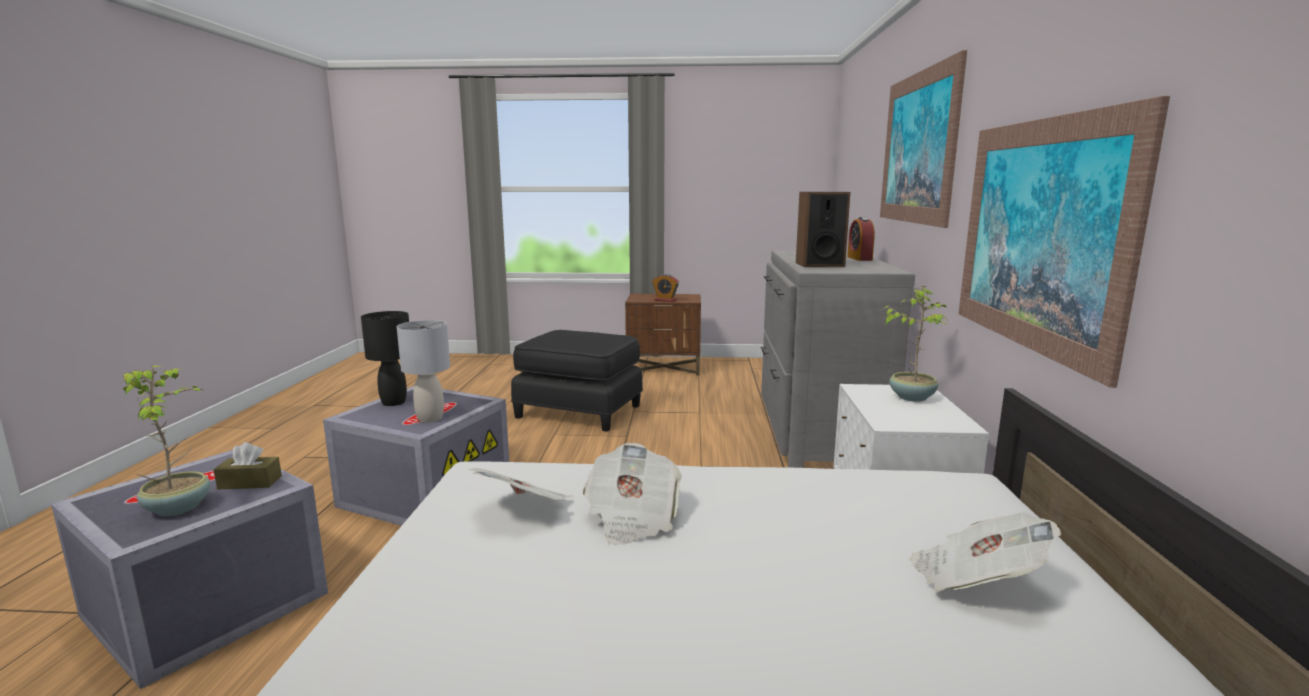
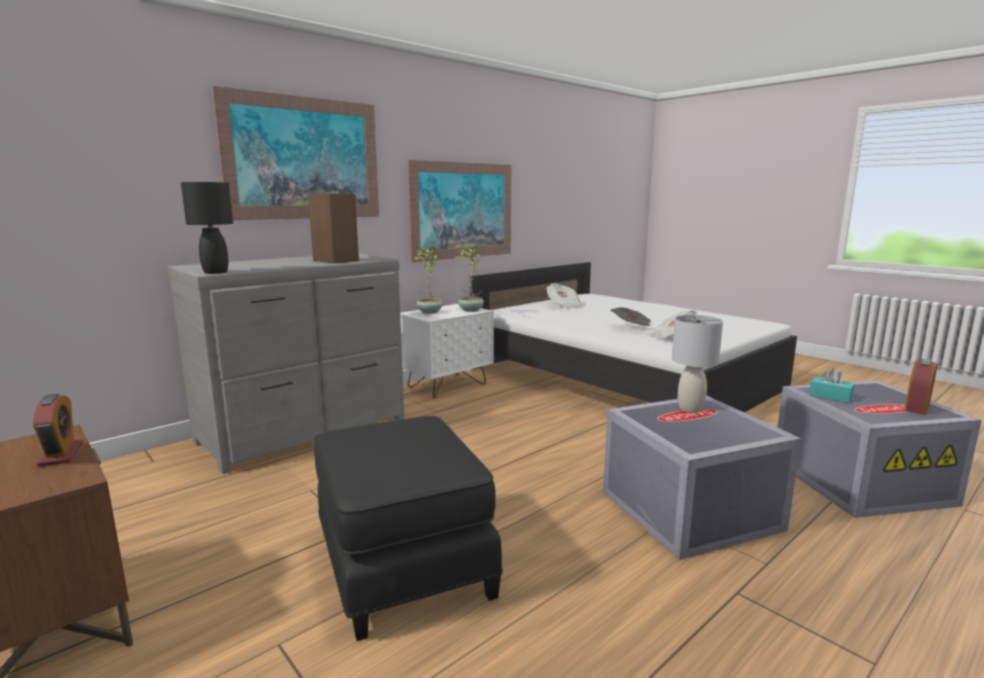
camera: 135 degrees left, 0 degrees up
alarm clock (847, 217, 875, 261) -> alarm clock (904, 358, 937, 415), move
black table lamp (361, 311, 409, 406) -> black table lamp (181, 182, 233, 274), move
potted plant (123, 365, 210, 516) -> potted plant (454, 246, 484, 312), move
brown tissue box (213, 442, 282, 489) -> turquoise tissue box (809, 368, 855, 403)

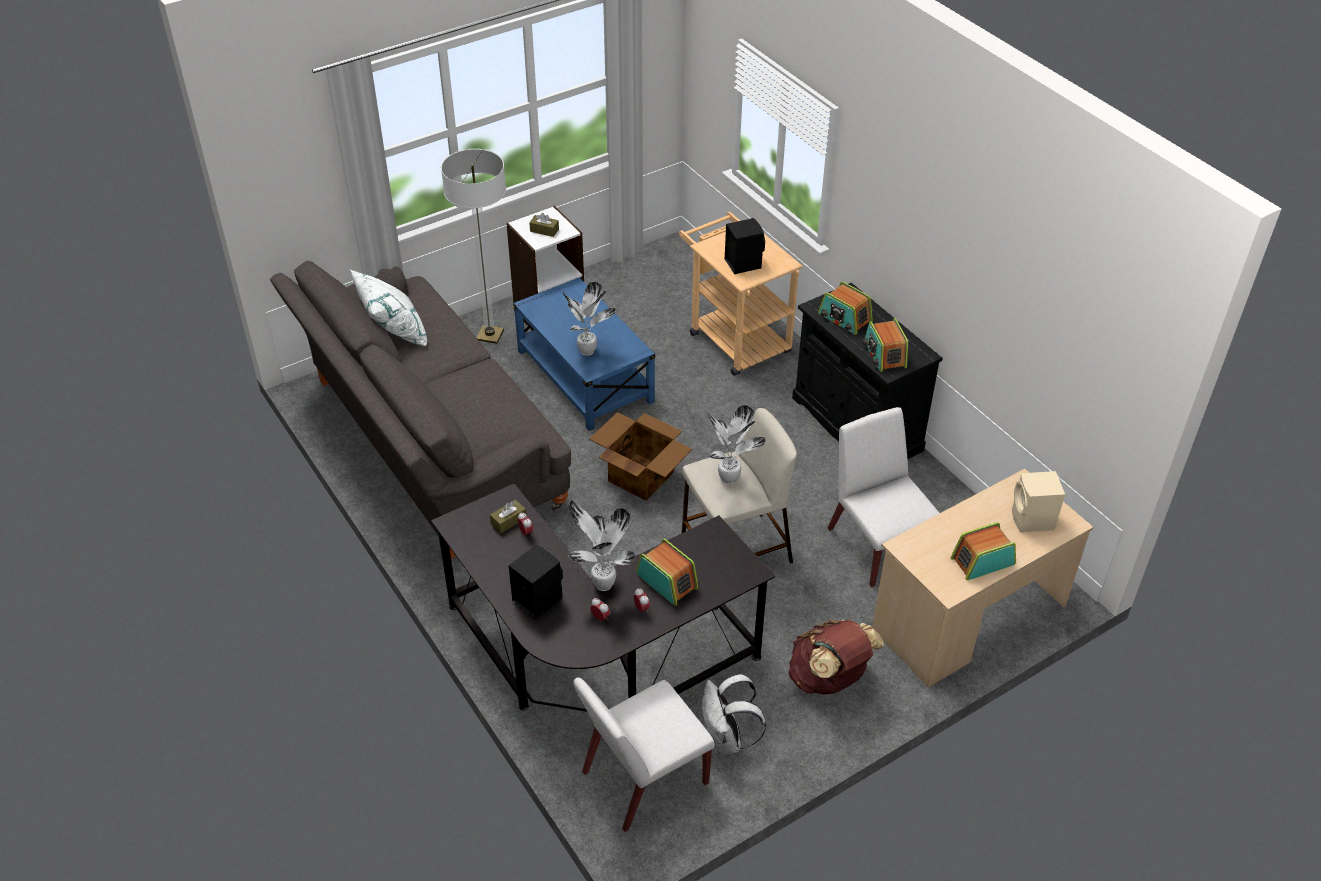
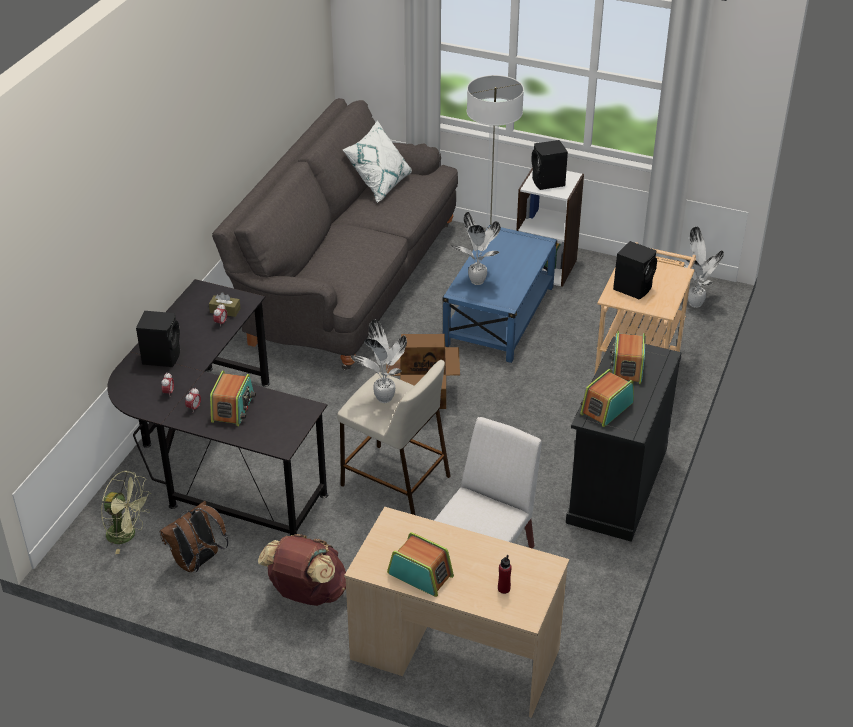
camera: 55 degrees right, 5 degrees down
brown tissue box (529, 213, 559, 237) -> black speaker (531, 140, 568, 190)
beige speaker (1012, 471, 1065, 532) -> red bottle (498, 555, 512, 594)
potted plant (568, 500, 635, 591) -> potted plant (676, 227, 724, 308), move
white backpack (702, 674, 766, 755) -> brown backpack (160, 501, 228, 572)
white chair (573, 677, 715, 832) -> green fan (101, 470, 151, 554)

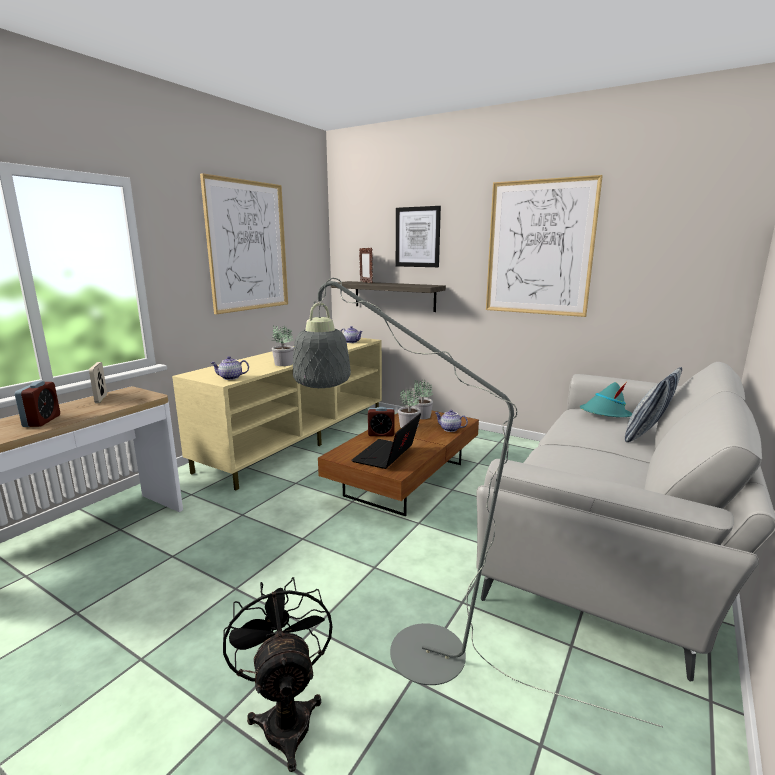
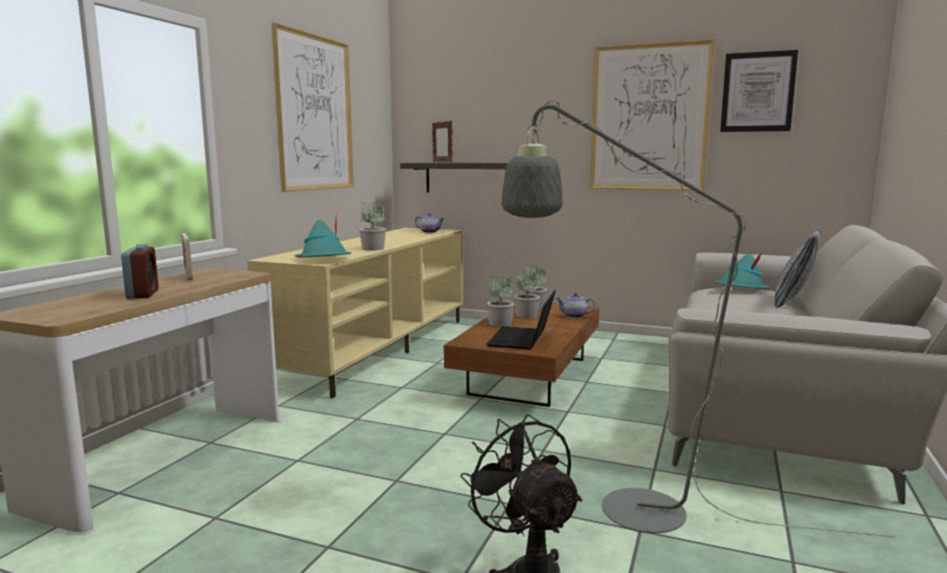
camera: 10 degrees left, 5 degrees down
picture (396, 206, 441, 267) -> picture (720, 50, 798, 132), move
teapot (210, 356, 249, 380) -> turquoise hat (294, 218, 351, 258)
alarm clock (368, 407, 395, 436) -> potted plant (487, 275, 514, 327)

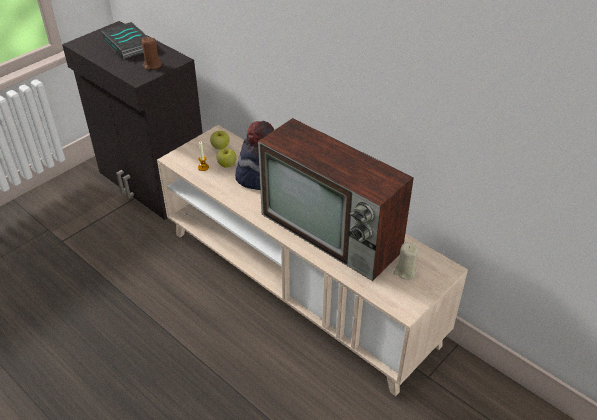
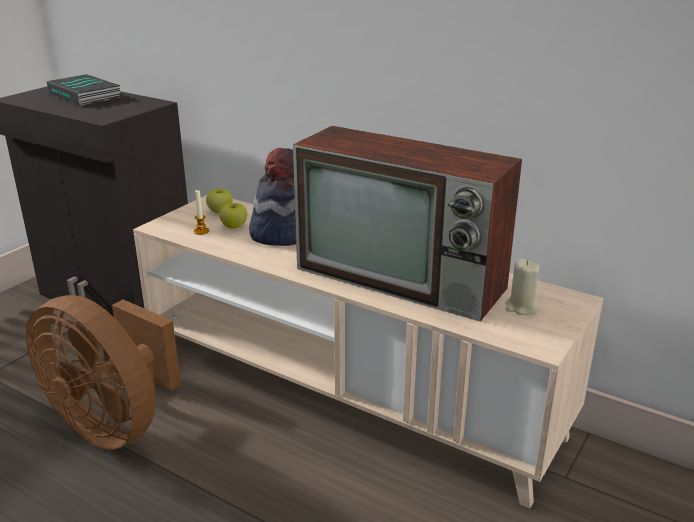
camera: 10 degrees left, 15 degrees down
brown candle (142, 37, 162, 70) -> none
none -> brown fan (26, 295, 181, 450)

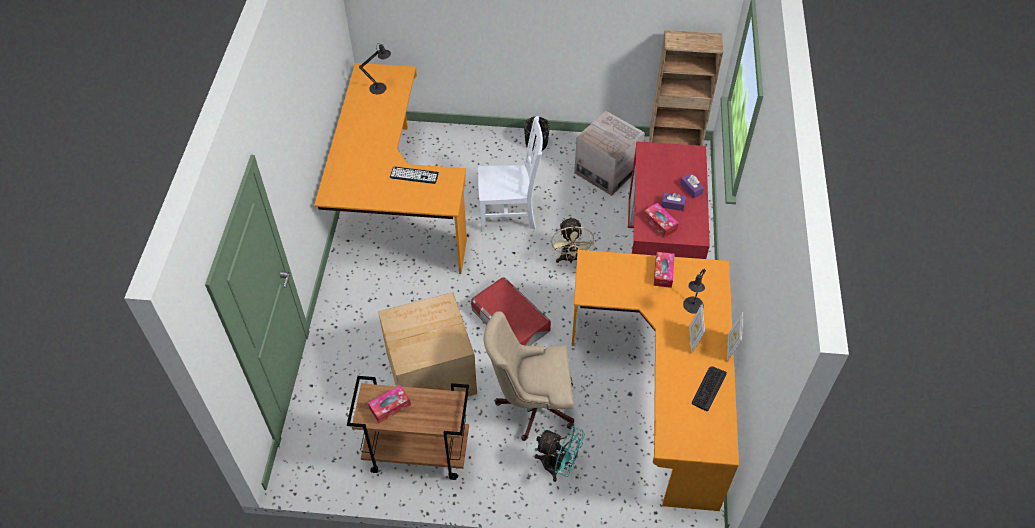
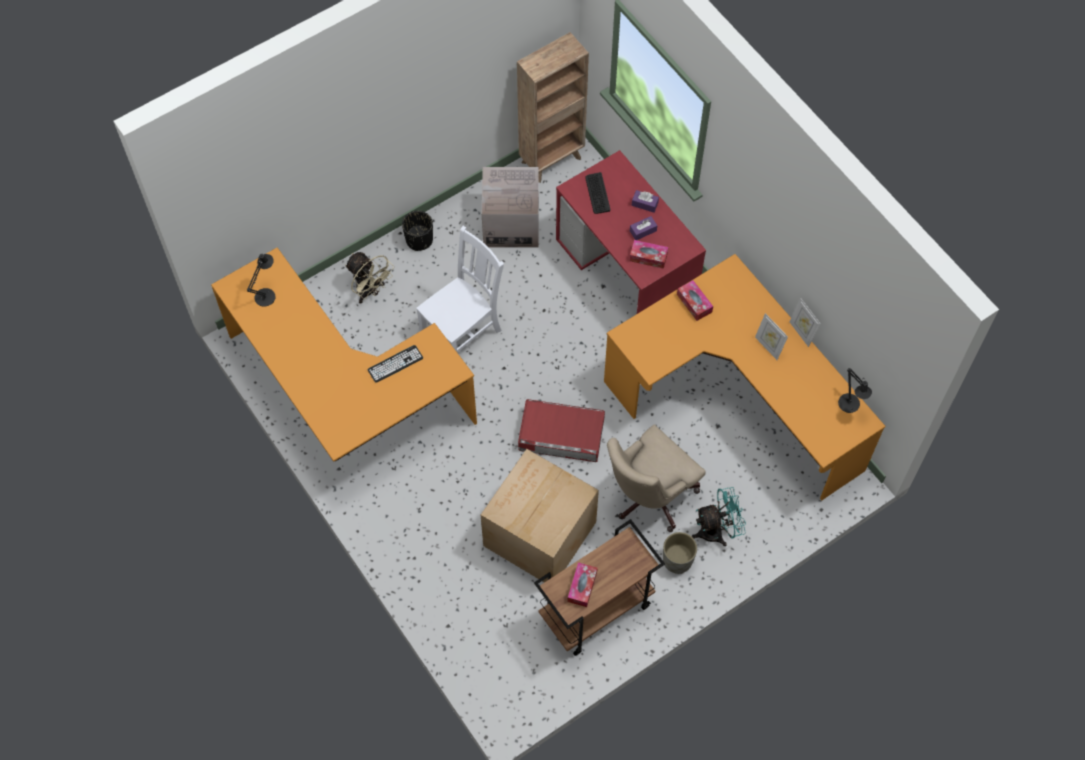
camera: 40 degrees left, 10 degrees up
beige fan (551, 216, 595, 263) -> beige fan (345, 252, 393, 304), move
black table lamp (683, 269, 706, 314) -> black table lamp (838, 368, 872, 413), move
keyboard (692, 366, 727, 411) -> keyboard (585, 172, 610, 214), move
none -> grey planter (663, 532, 697, 574)

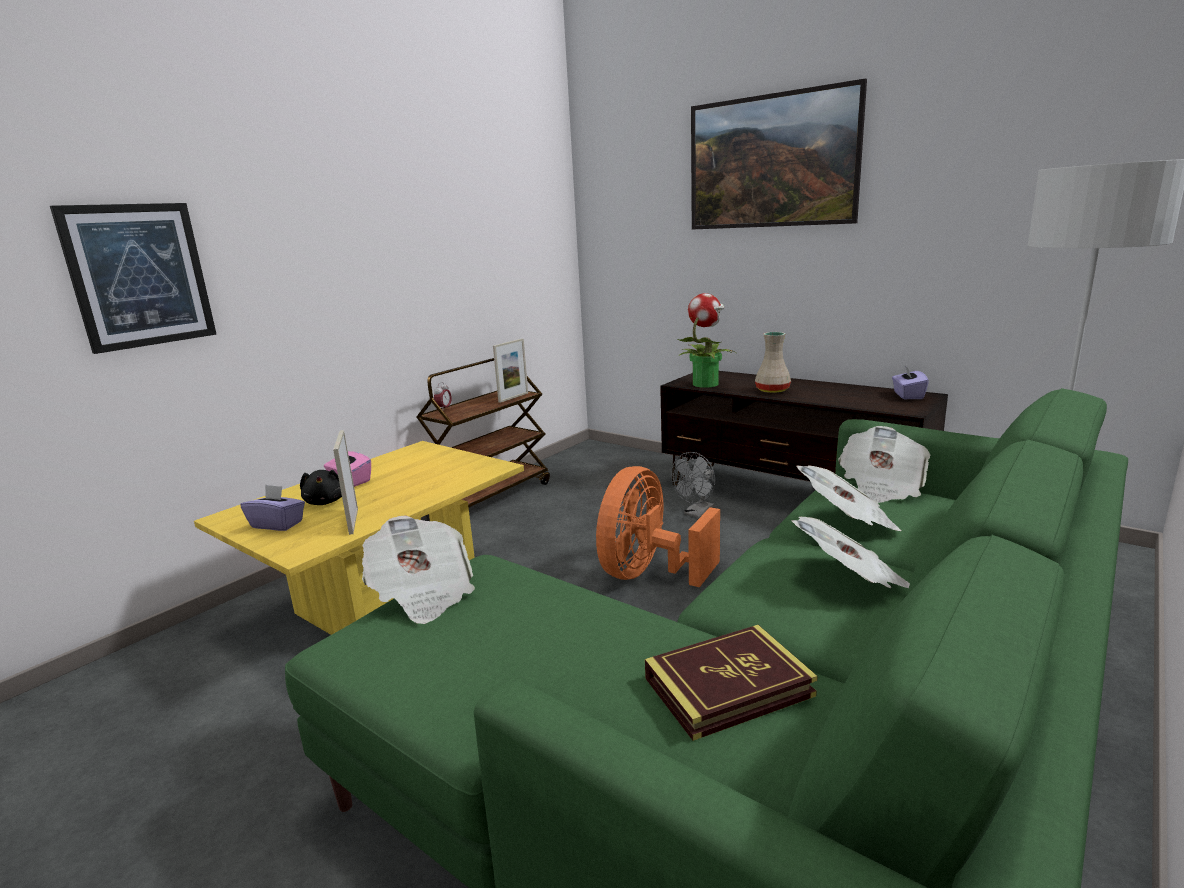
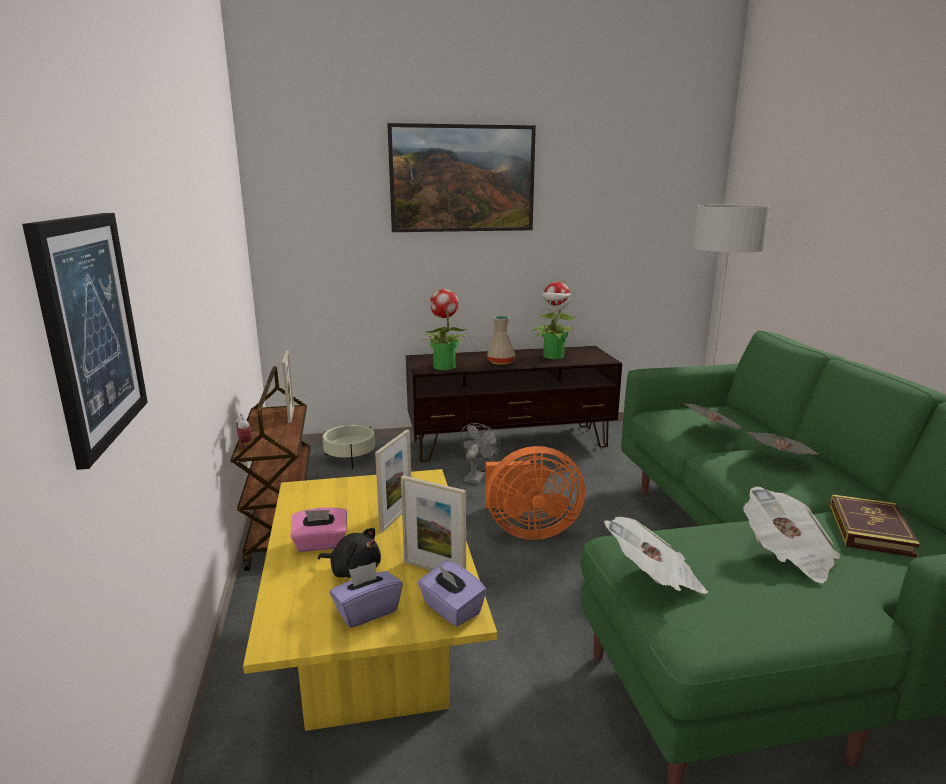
camera: 50 degrees left, 0 degrees up
purple tissue box (892, 365, 929, 399) -> purple tissue box (418, 561, 486, 627), move
newspaper (839, 426, 930, 503) -> newspaper (743, 487, 840, 583), move
grey fan (671, 452, 715, 518) -> grey fan (460, 423, 501, 484), 150 degrees counterclockwise
orange fan (596, 466, 720, 587) -> orange fan (485, 446, 585, 540), 75 degrees counterclockwise
none -> potted plant (531, 282, 577, 359)
none -> beige planter (323, 425, 375, 469)
none -> picture frame (375, 430, 411, 532)

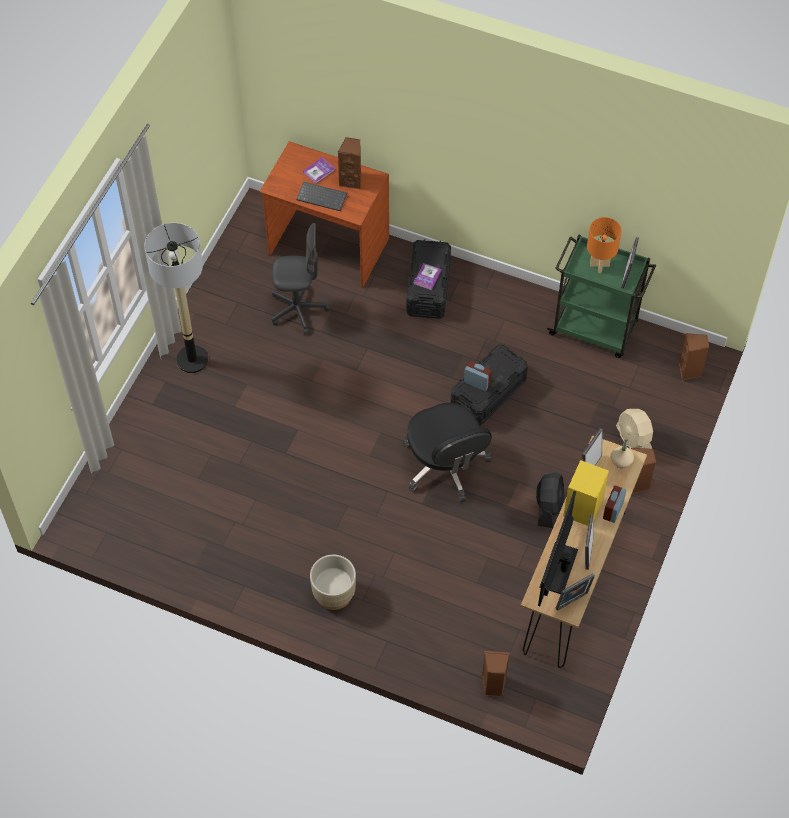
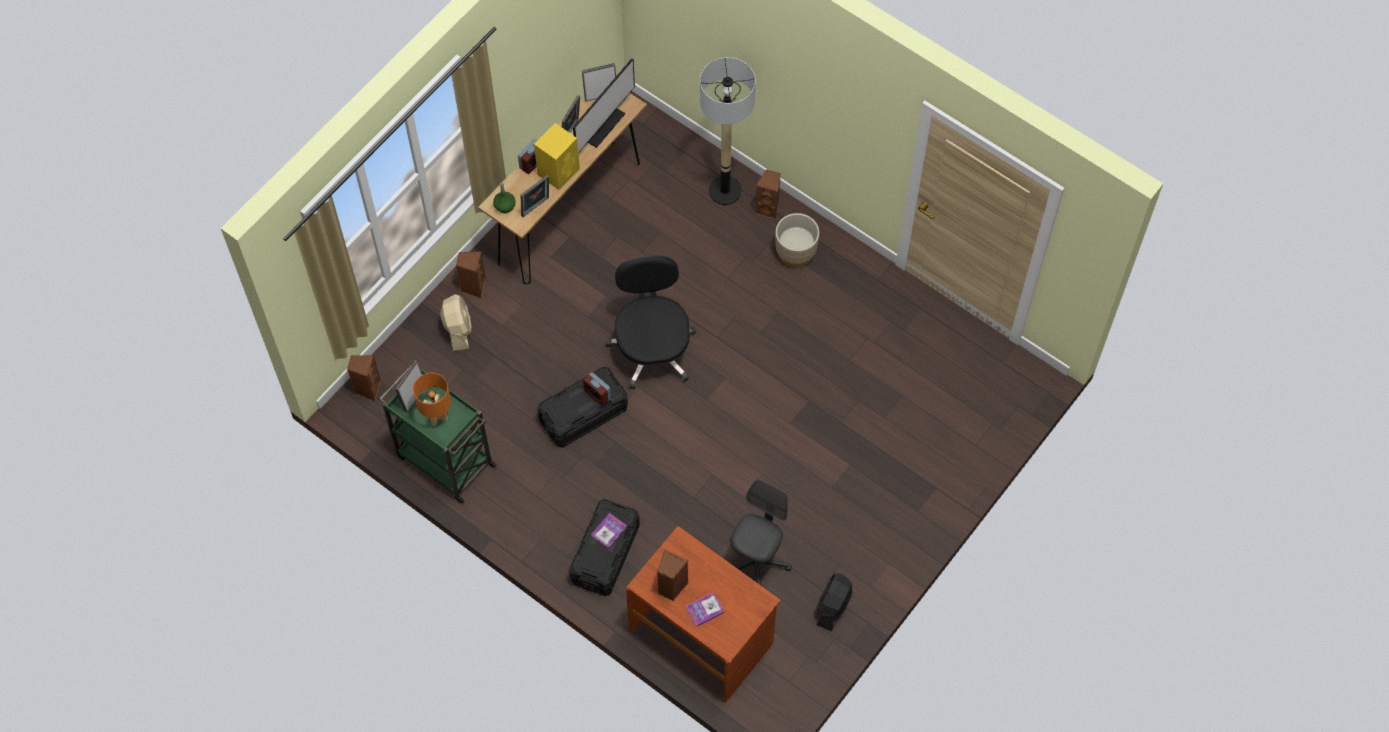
camera: 165 degrees left, 5 degrees up
keyboard (296, 182, 347, 211) -> none
floor lamp (144, 223, 208, 373) -> floor lamp (700, 57, 756, 205), move
grey office chair (271, 223, 330, 334) -> grey office chair (730, 479, 792, 585), 105 degrees clockwise
beige bottle (611, 437, 634, 468) -> green bottle (493, 182, 516, 213)
black fan (536, 472, 564, 528) -> black fan (816, 573, 852, 631), move
brown speaker (482, 651, 510, 697) -> brown speaker (755, 169, 781, 220), move

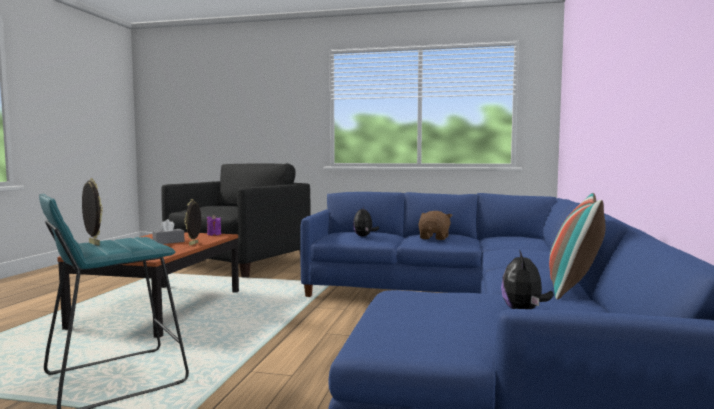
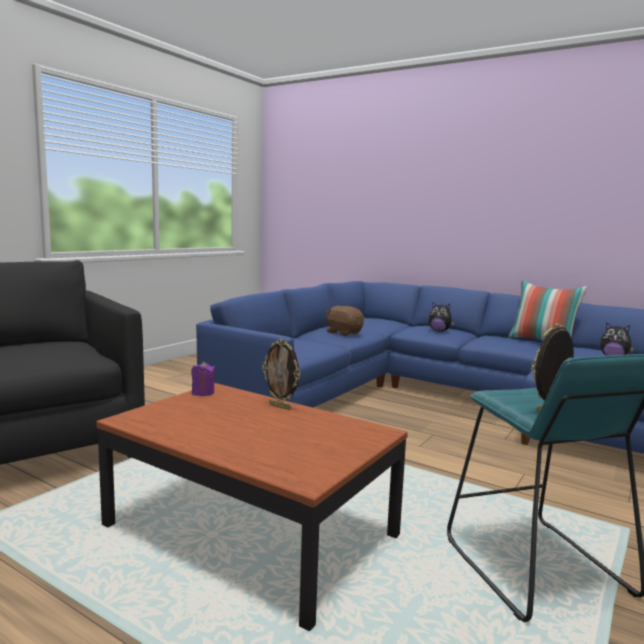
camera: 70 degrees left, 5 degrees up
plush toy (353, 207, 379, 237) -> plush toy (429, 302, 455, 332), move
grey tissue box (152, 219, 185, 244) -> none

